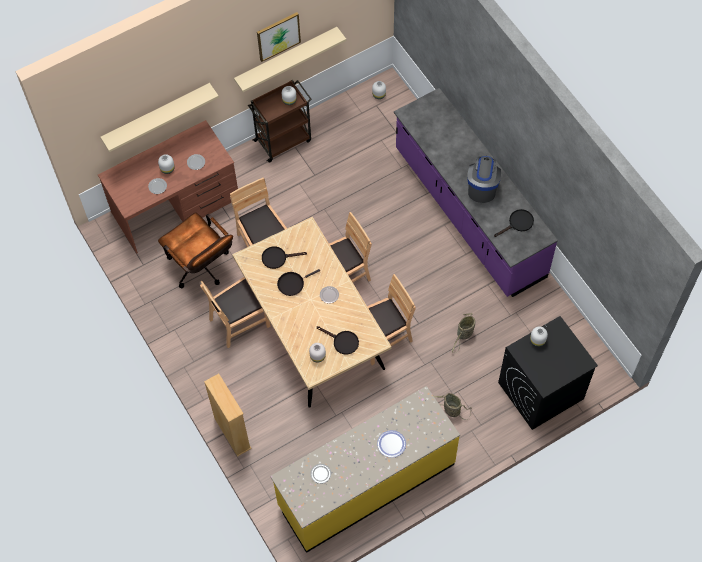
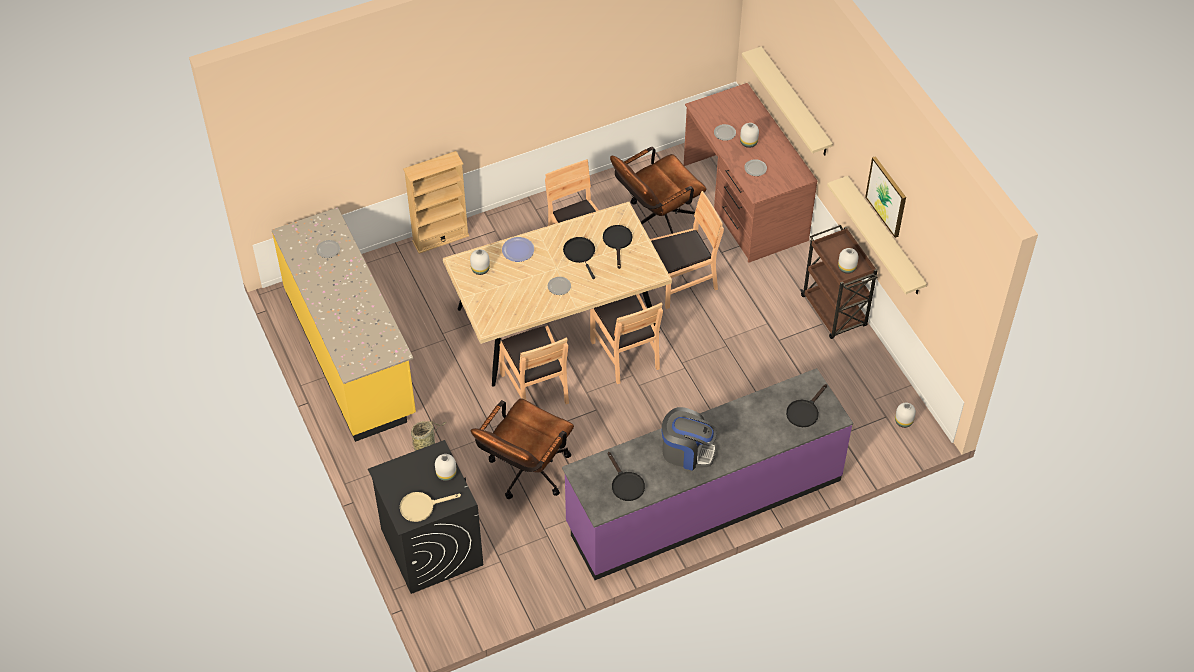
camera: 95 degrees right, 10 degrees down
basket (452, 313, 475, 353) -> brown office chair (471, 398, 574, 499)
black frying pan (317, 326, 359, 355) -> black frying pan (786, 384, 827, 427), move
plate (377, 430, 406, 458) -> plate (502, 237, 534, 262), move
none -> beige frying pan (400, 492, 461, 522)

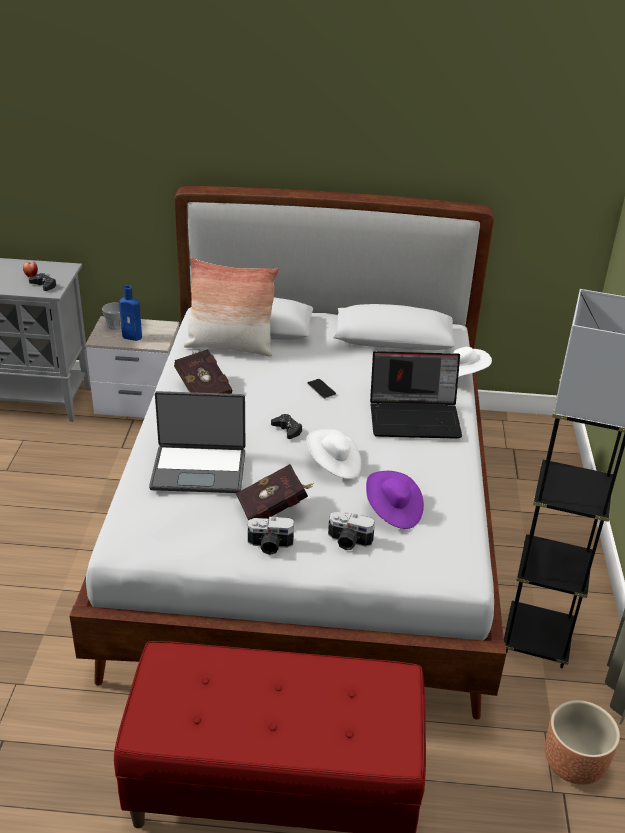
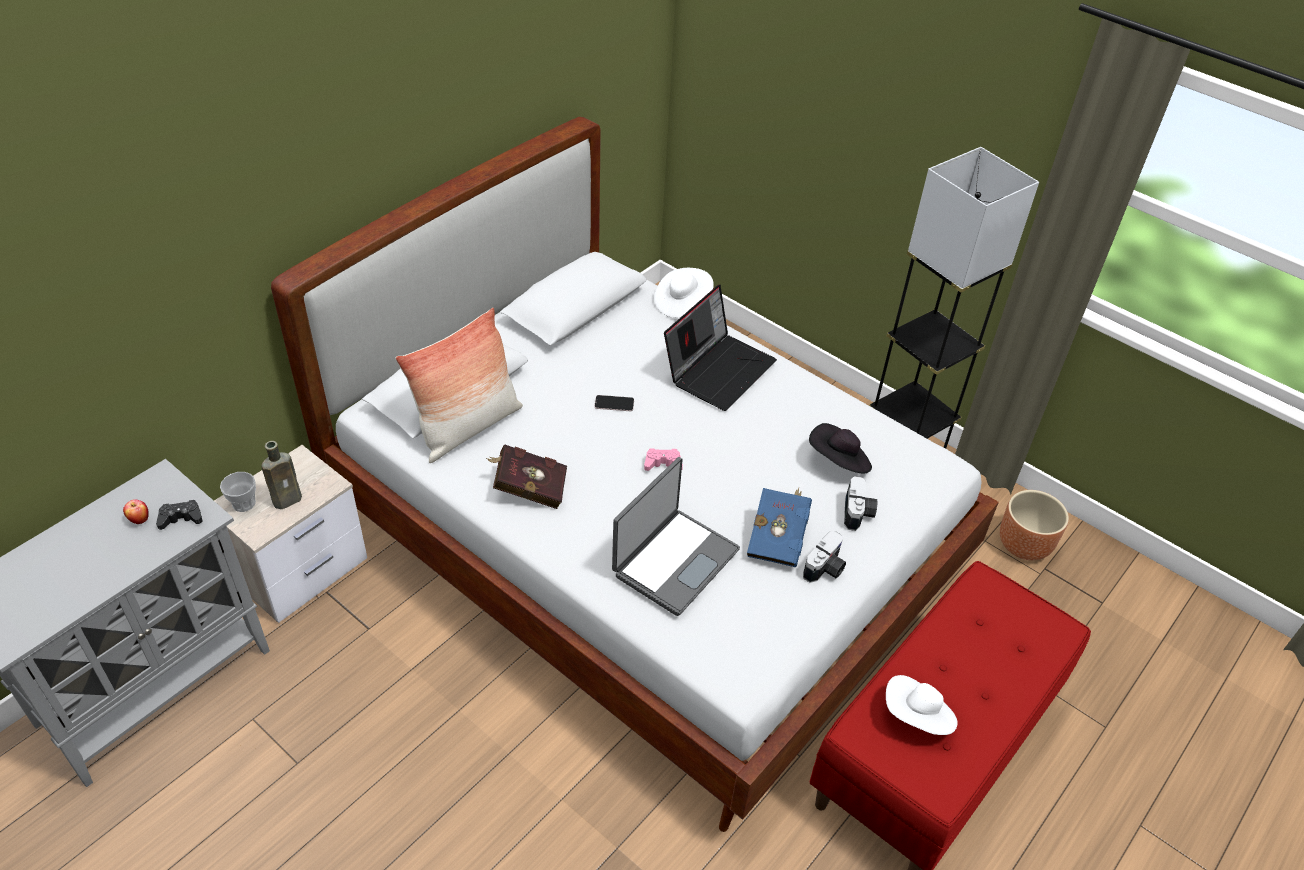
camera: 55 degrees left, 10 degrees up
blue bottle (119, 285, 142, 341) -> brown bottle (261, 441, 302, 509)
black game controller (271, 414, 302, 439) -> pink game controller (644, 449, 683, 471)
white hat (306, 429, 361, 479) -> white hat (886, 675, 958, 735), move
red book (236, 464, 314, 520) -> blue book (747, 488, 812, 567)
purple hat (366, 471, 424, 529) -> black hat (809, 423, 872, 474)
photo camera (328, 512, 375, 550) -> photo camera (844, 476, 878, 531), 45 degrees counterclockwise

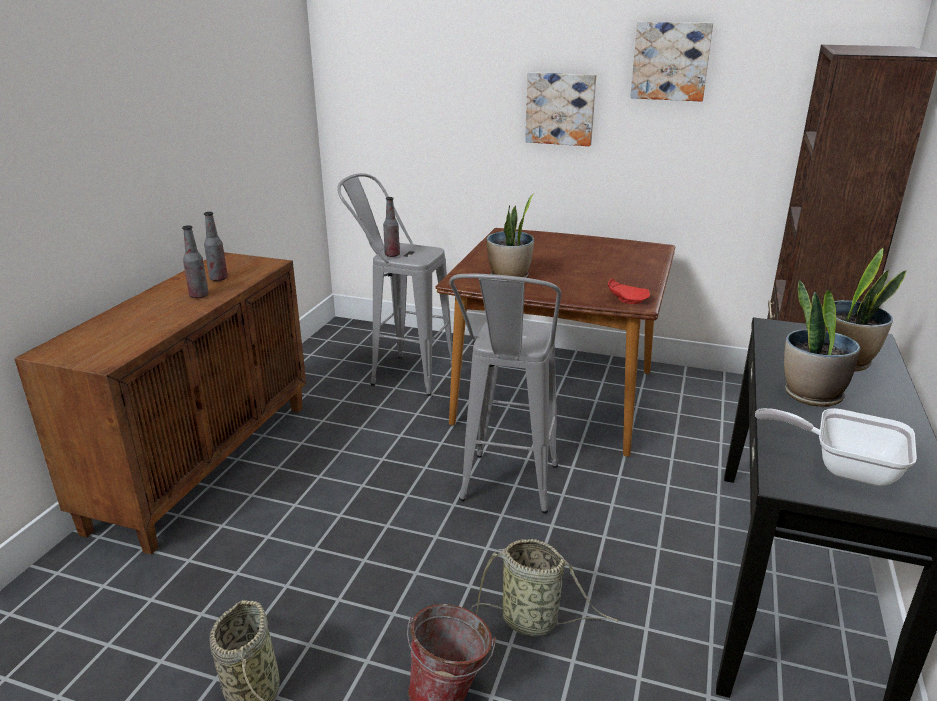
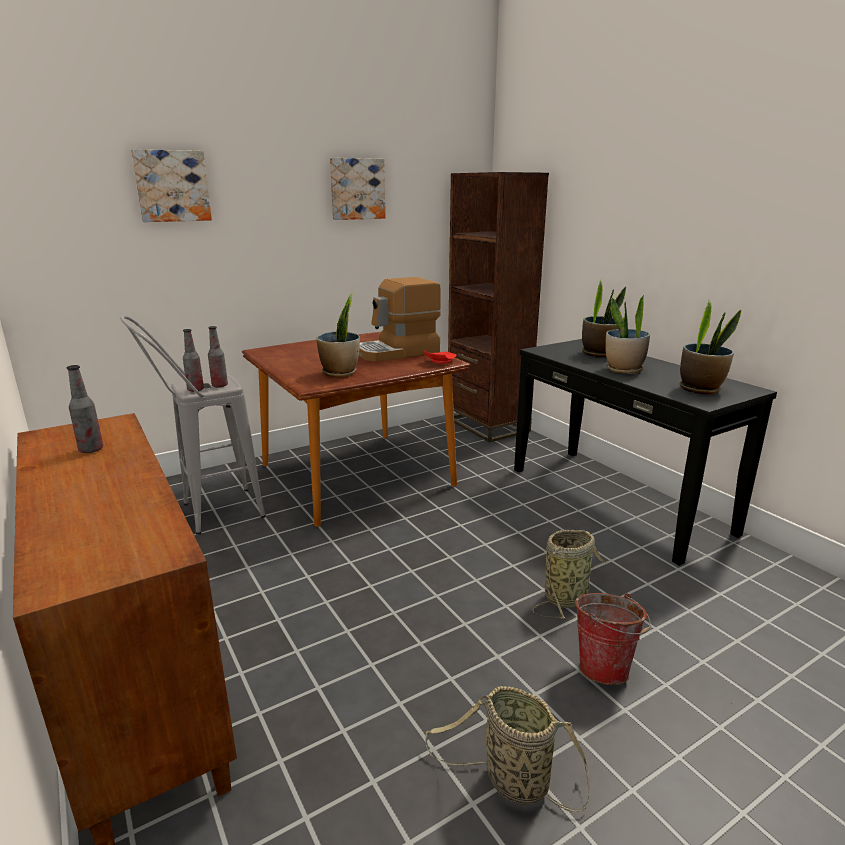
camera: 50 degrees left, 5 degrees down
picture (525, 72, 596, 146) -> picture (131, 149, 212, 222), move
bottle (182, 225, 209, 299) -> bottle (208, 326, 228, 388), move
grey stool (449, 274, 561, 514) -> none
frying pan (755, 408, 917, 486) -> potted plant (680, 299, 741, 395)
none -> coffee machine (359, 277, 441, 362)

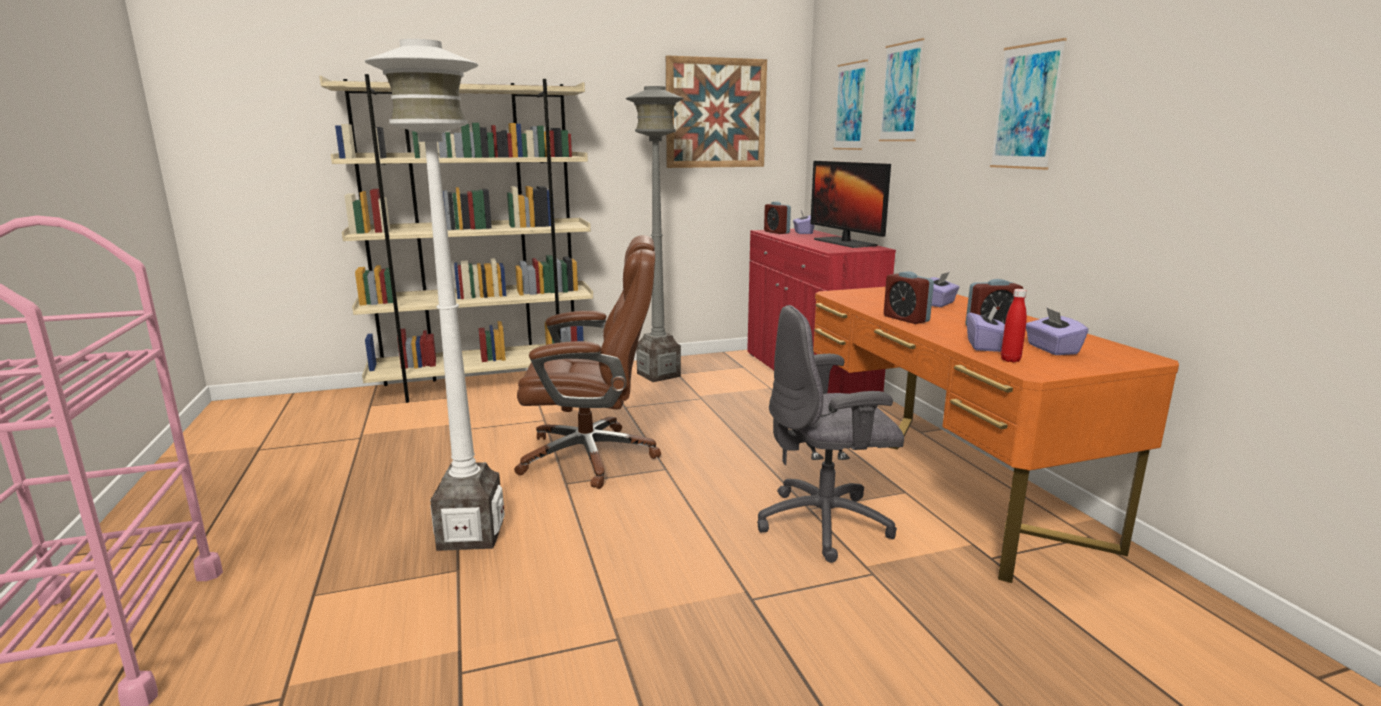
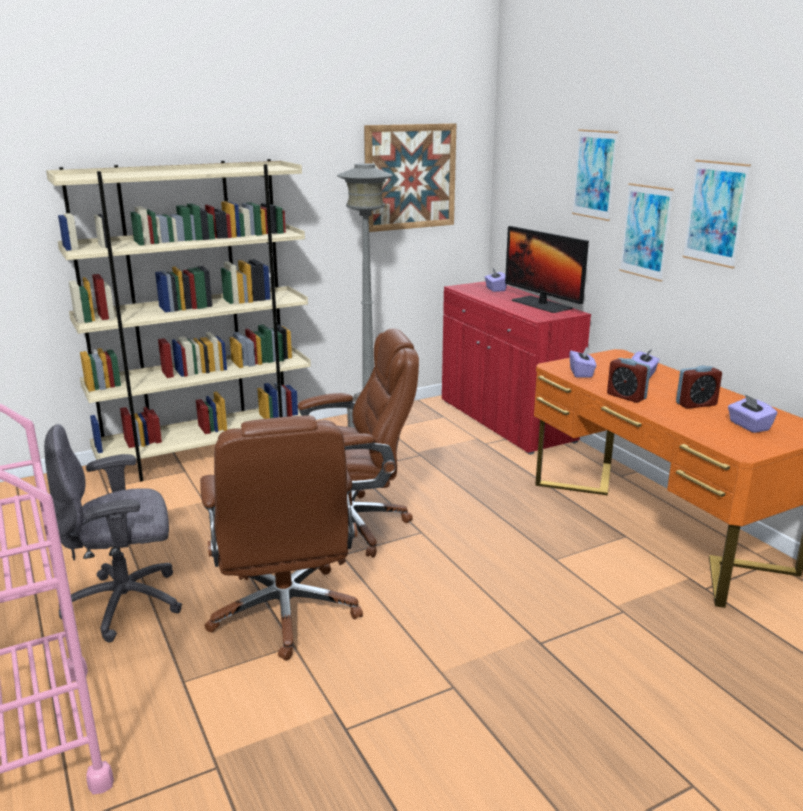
camera: 10 degrees left, 5 degrees up
white floor lamp (365, 39, 505, 551) -> brown office chair (200, 415, 363, 661)
picture (833, 60, 868, 150) -> picture (619, 183, 674, 282), move
alarm clock (764, 201, 791, 234) -> none
red bottle (1001, 289, 1027, 362) -> none
grey office chair (757, 305, 904, 563) -> grey office chair (44, 424, 182, 642), move
purple tissue box (967, 305, 1005, 352) -> purple tissue box (570, 346, 596, 378), move

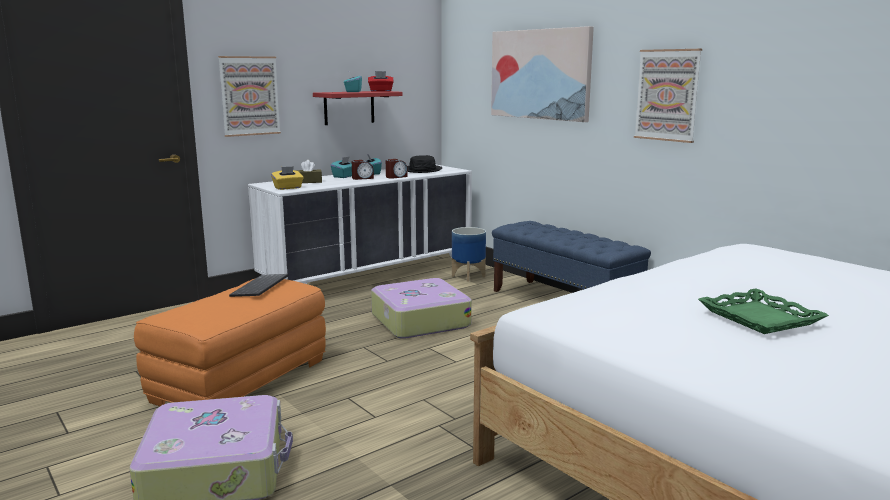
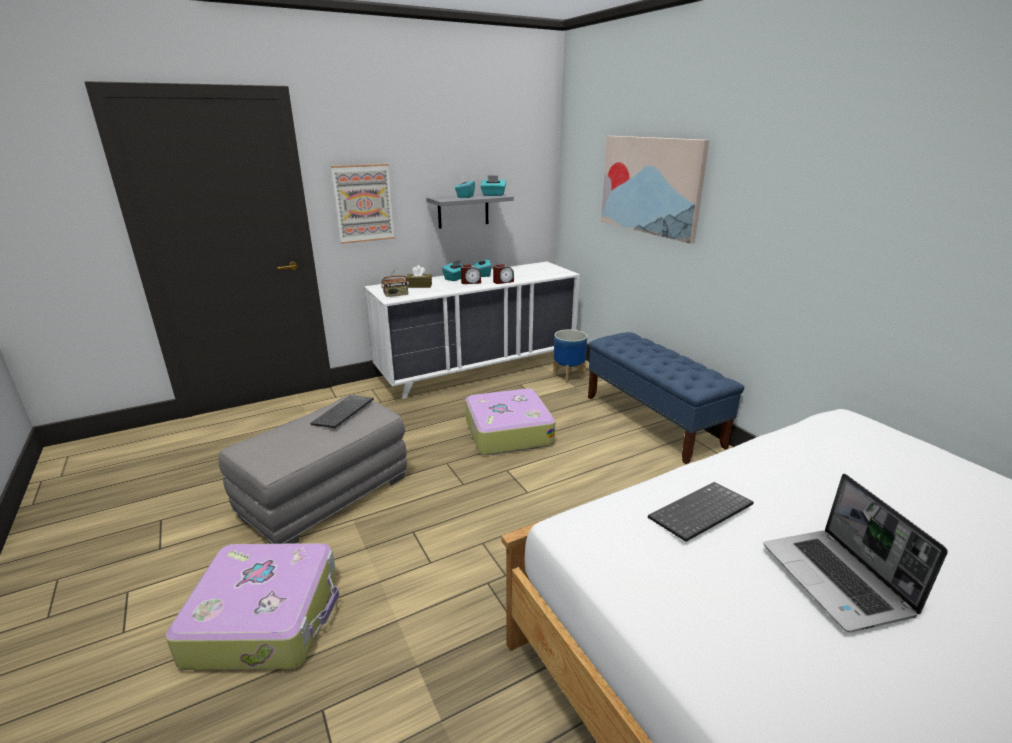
camera: 10 degrees right, 10 degrees up
picture (634, 49, 702, 143) -> none
red tissue box (368, 71, 394, 92) -> turquoise tissue box (480, 175, 506, 196)
red shelf (313, 91, 403, 125) -> grey shelf (426, 194, 514, 229)
black hat (407, 155, 442, 173) -> none
yellow tissue box (271, 166, 304, 190) -> radio (381, 267, 409, 297)
orange ottoman (134, 279, 326, 406) -> grey ottoman (218, 394, 407, 544)
green tray (698, 289, 829, 334) -> laptop (764, 474, 948, 632)
none -> keyboard (648, 482, 753, 542)

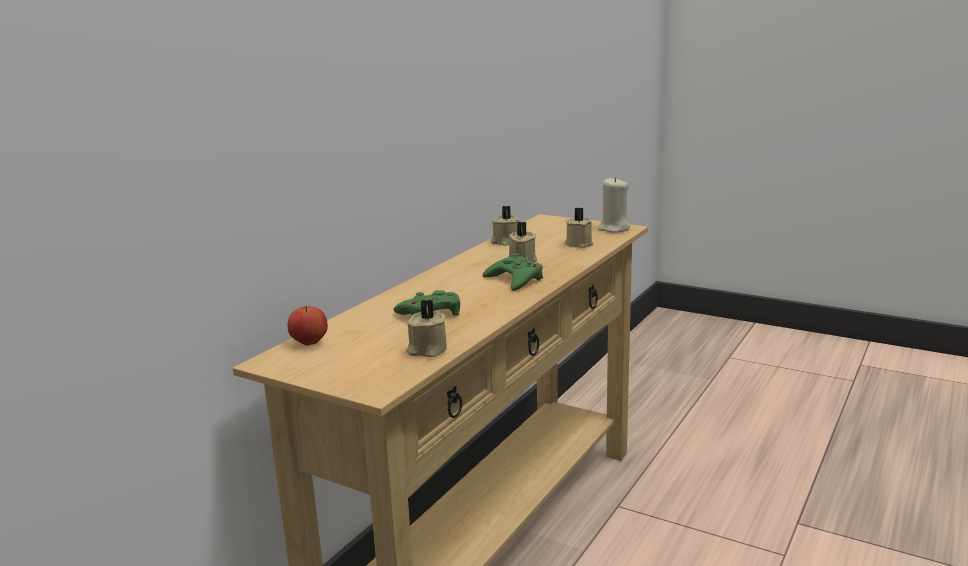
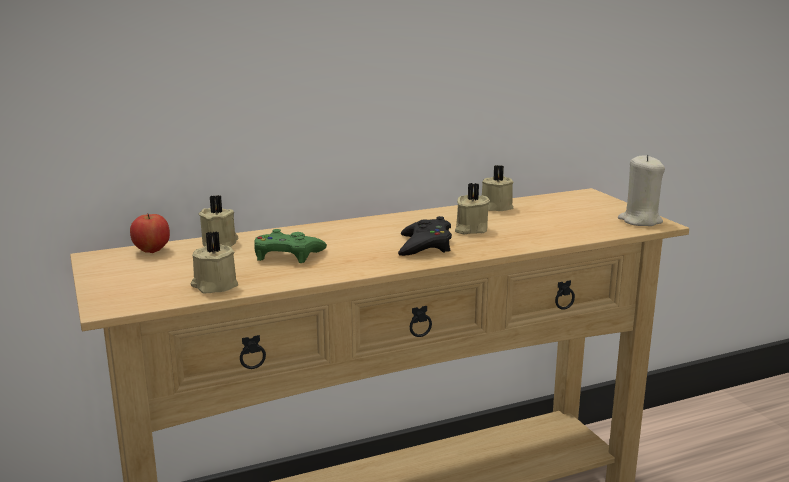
camera: 35 degrees right, 0 degrees up
beige candle (565, 208, 593, 248) -> beige candle (199, 195, 239, 247), move
green game controller (483, 253, 543, 291) -> black game controller (398, 216, 452, 256)

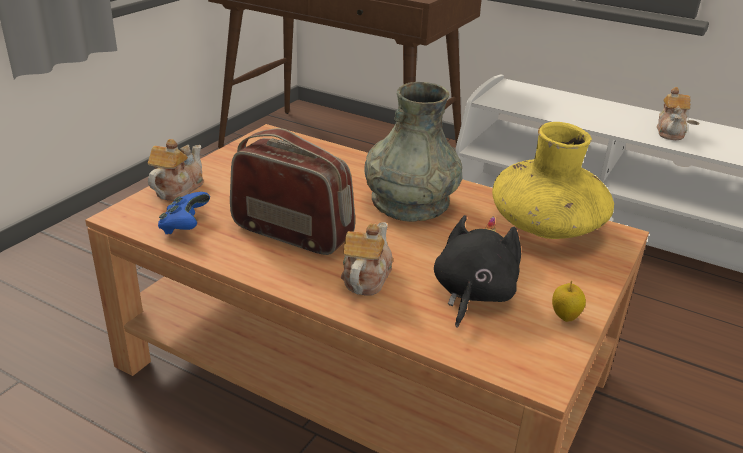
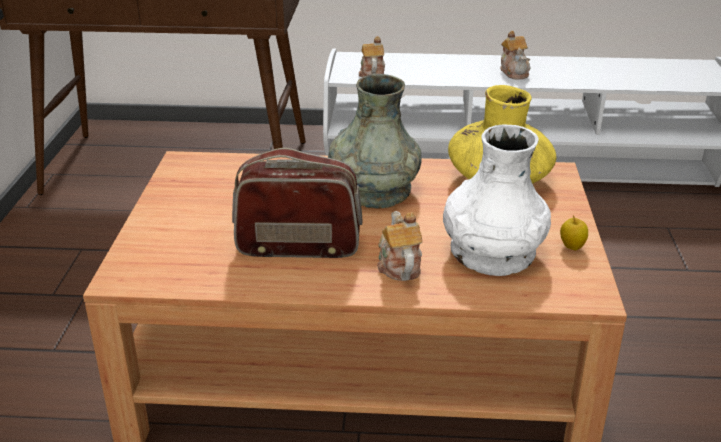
camera: 25 degrees left, 0 degrees up
teapot (148, 139, 204, 201) -> teapot (359, 36, 385, 77), move
blue game controller (158, 192, 210, 234) -> none
black plush toy (434, 215, 521, 328) -> white vase (443, 125, 551, 276)

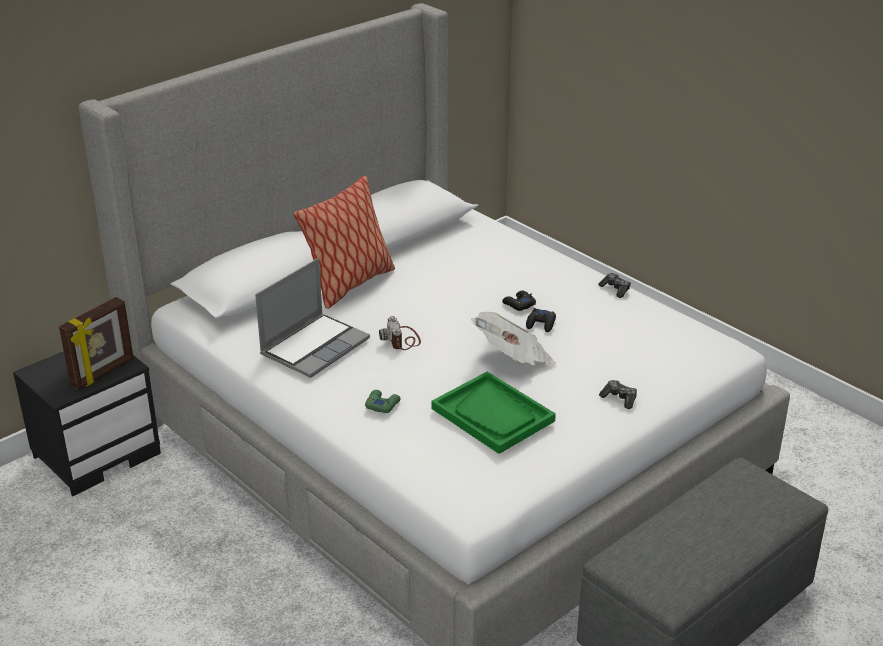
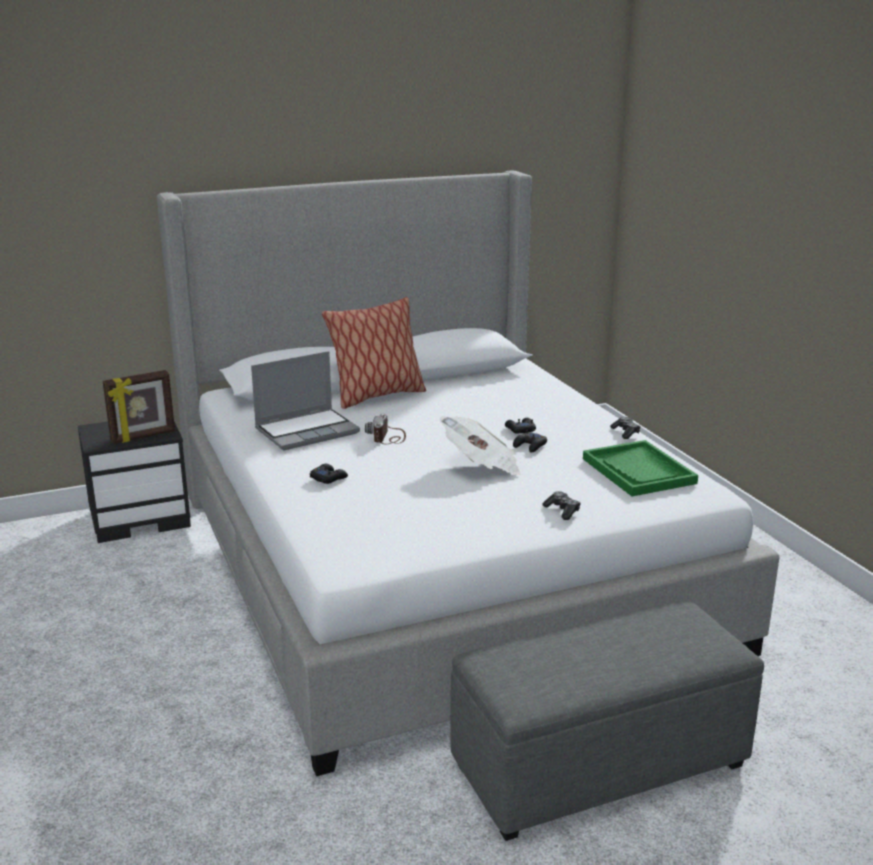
camera: 20 degrees right, 10 degrees down
green tray (431, 372, 556, 454) -> green tray (583, 440, 698, 496), move
green game controller (365, 390, 401, 413) -> black game controller (310, 464, 348, 484)

